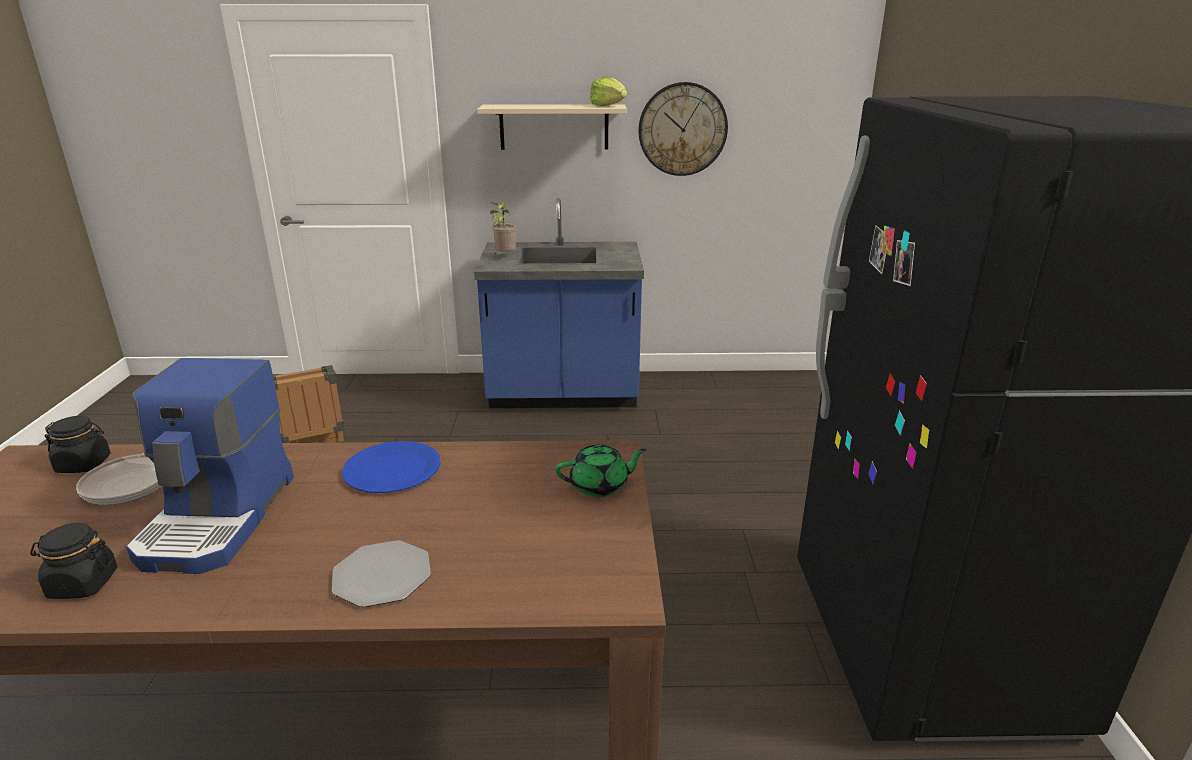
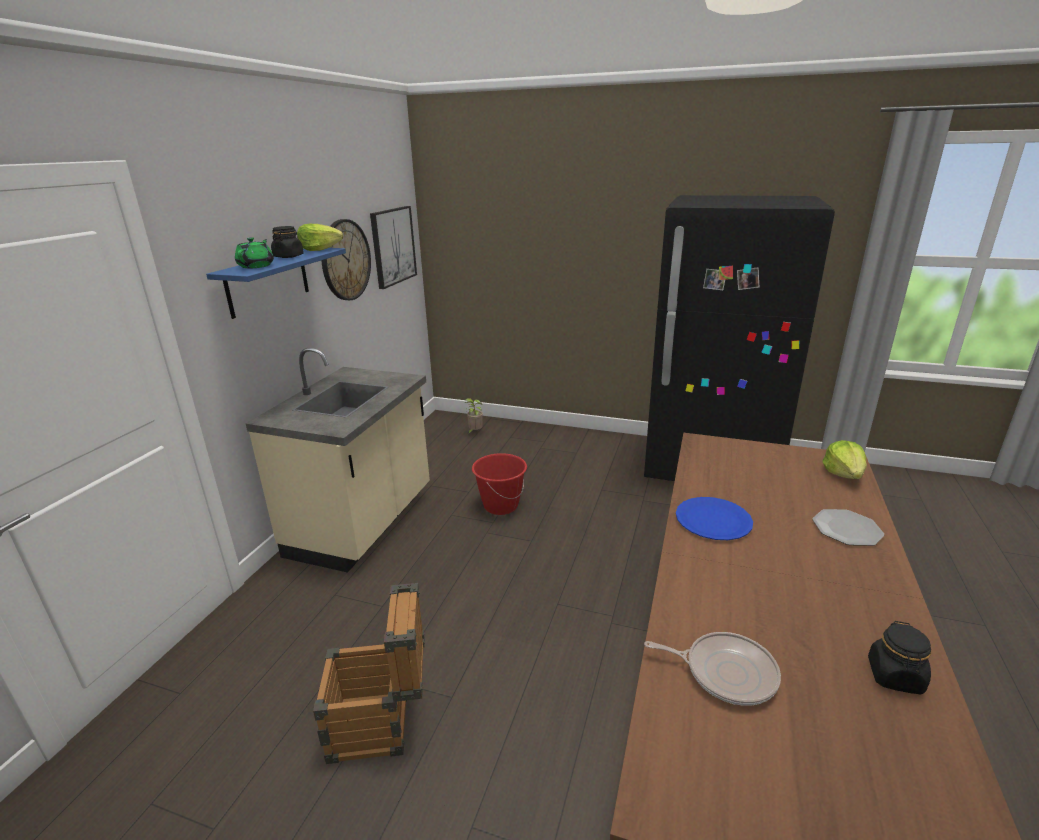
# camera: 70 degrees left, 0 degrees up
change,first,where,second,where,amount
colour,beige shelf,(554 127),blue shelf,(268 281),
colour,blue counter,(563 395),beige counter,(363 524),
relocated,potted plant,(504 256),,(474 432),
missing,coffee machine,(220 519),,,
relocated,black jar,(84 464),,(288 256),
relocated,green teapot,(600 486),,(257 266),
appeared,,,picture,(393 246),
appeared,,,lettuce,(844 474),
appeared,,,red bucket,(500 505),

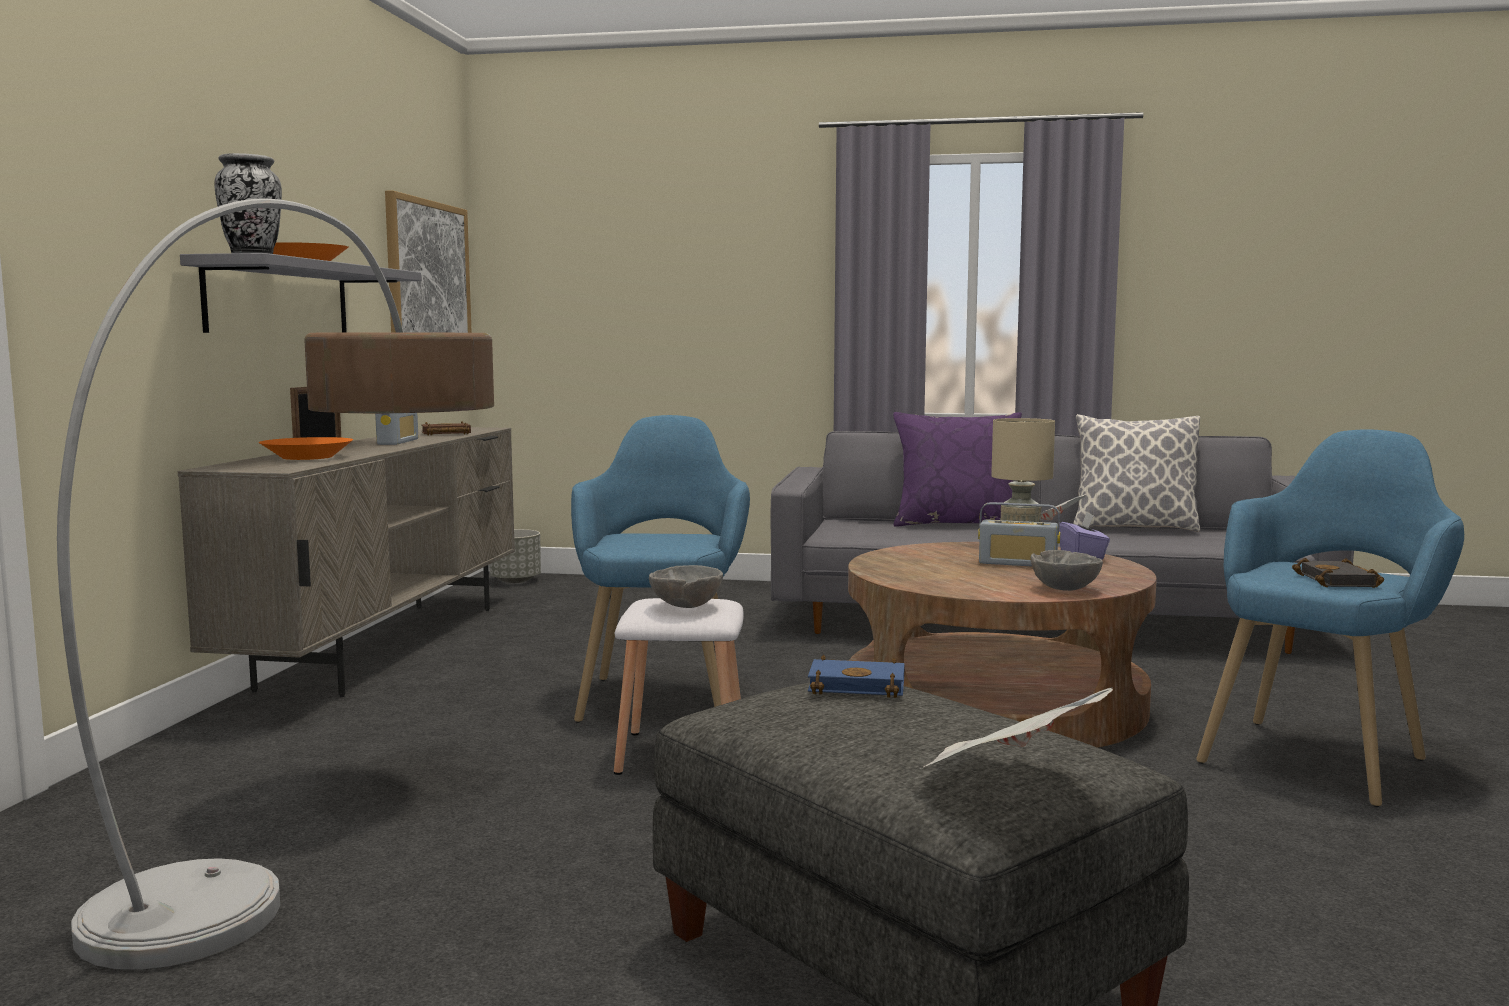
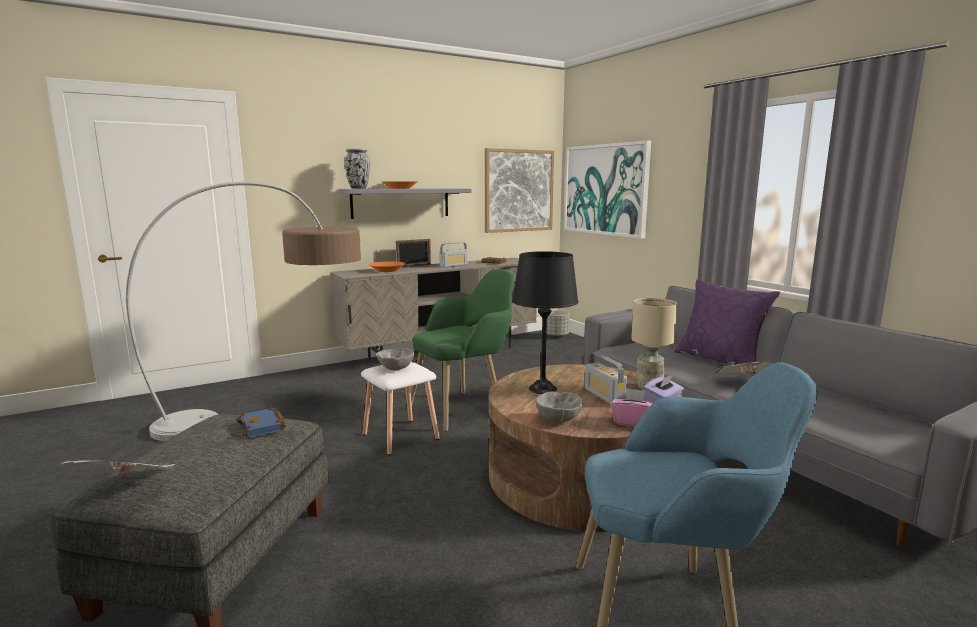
# camera: 50 degrees right, 5 degrees up
change,first,where,second,where,amount
missing,pillow,(1134 528),,,
colour,blue armchair,(662 693),green armchair,(466 407),
missing,black book,(1340 581),,,
appeared,,,picture,(605 189),
appeared,,,black table lamp,(542 388),
appeared,,,pink tissue box,(633 422),

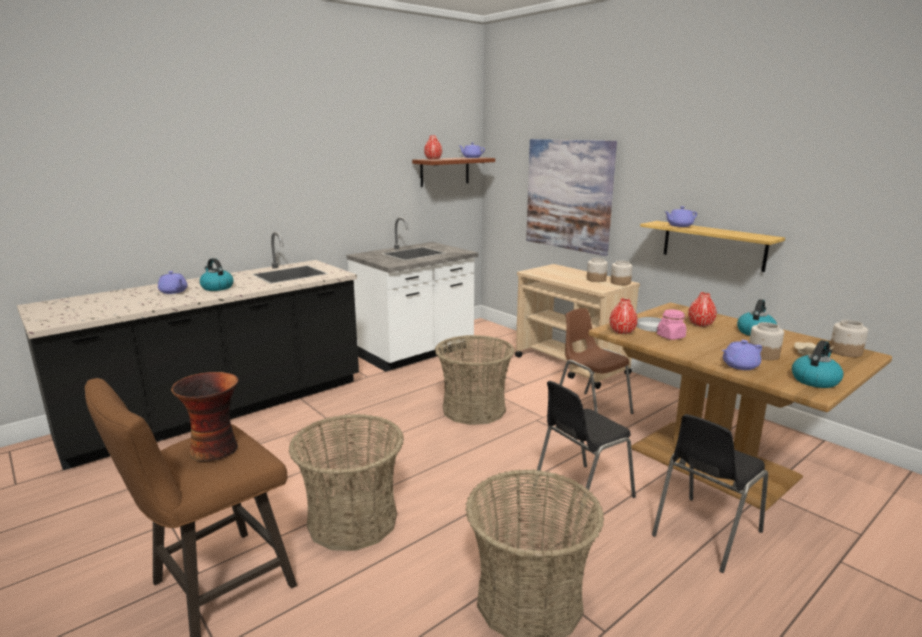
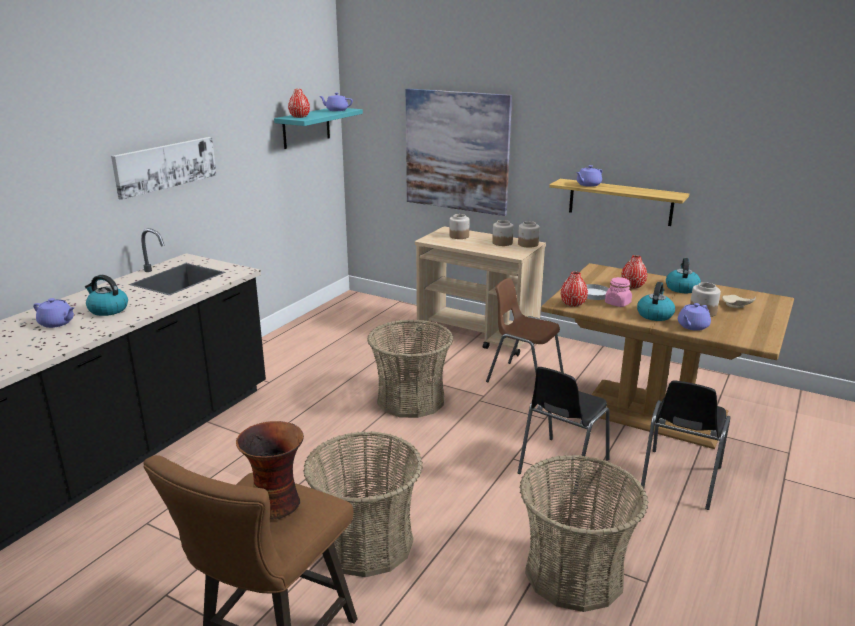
# camera: 20 degrees left, 5 degrees up
change,first,where,second,where,amount
colour,brown shelf,(444 171),turquoise shelf,(306 127),
missing,white counter,(415 352),,,
relocated,jar,(845 352),,(459 236),
relocated,kettle,(815 380),,(654 315),
appeared,,,picture,(165 166),

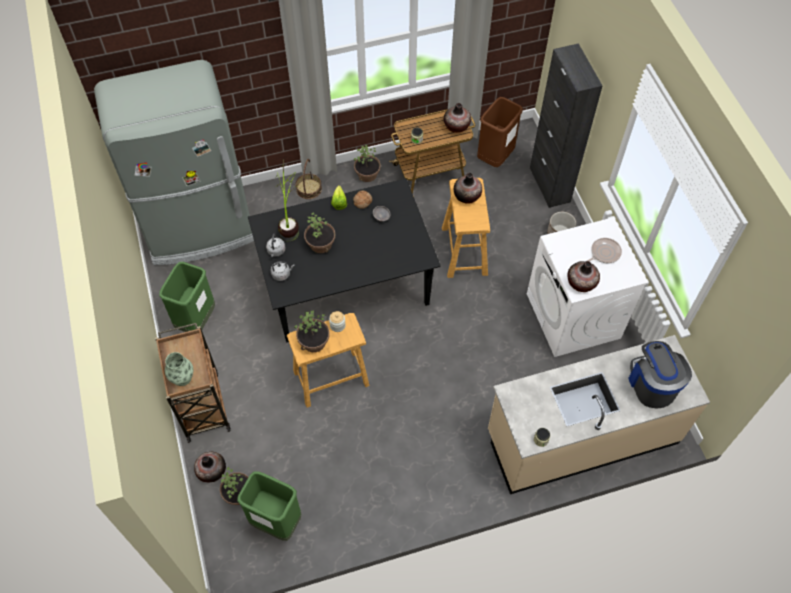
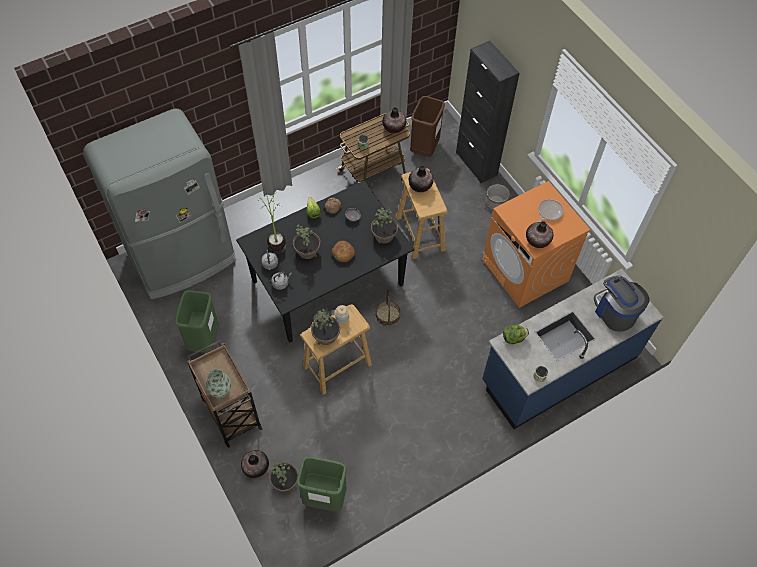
# camera: 15 degrees left, 0 degrees up
change,first,where,second,where,amount
relocated,potted plant,(367 174),,(384 235),
relocated,basket,(308 189),,(387 315),
colour,white washing machine,(573 316),orange washing machine,(525 271),
colour,beige counter,(581 437),blue counter,(558 369),
appeared,,,bread,(343 253),
appeared,,,lettuce,(513 338),

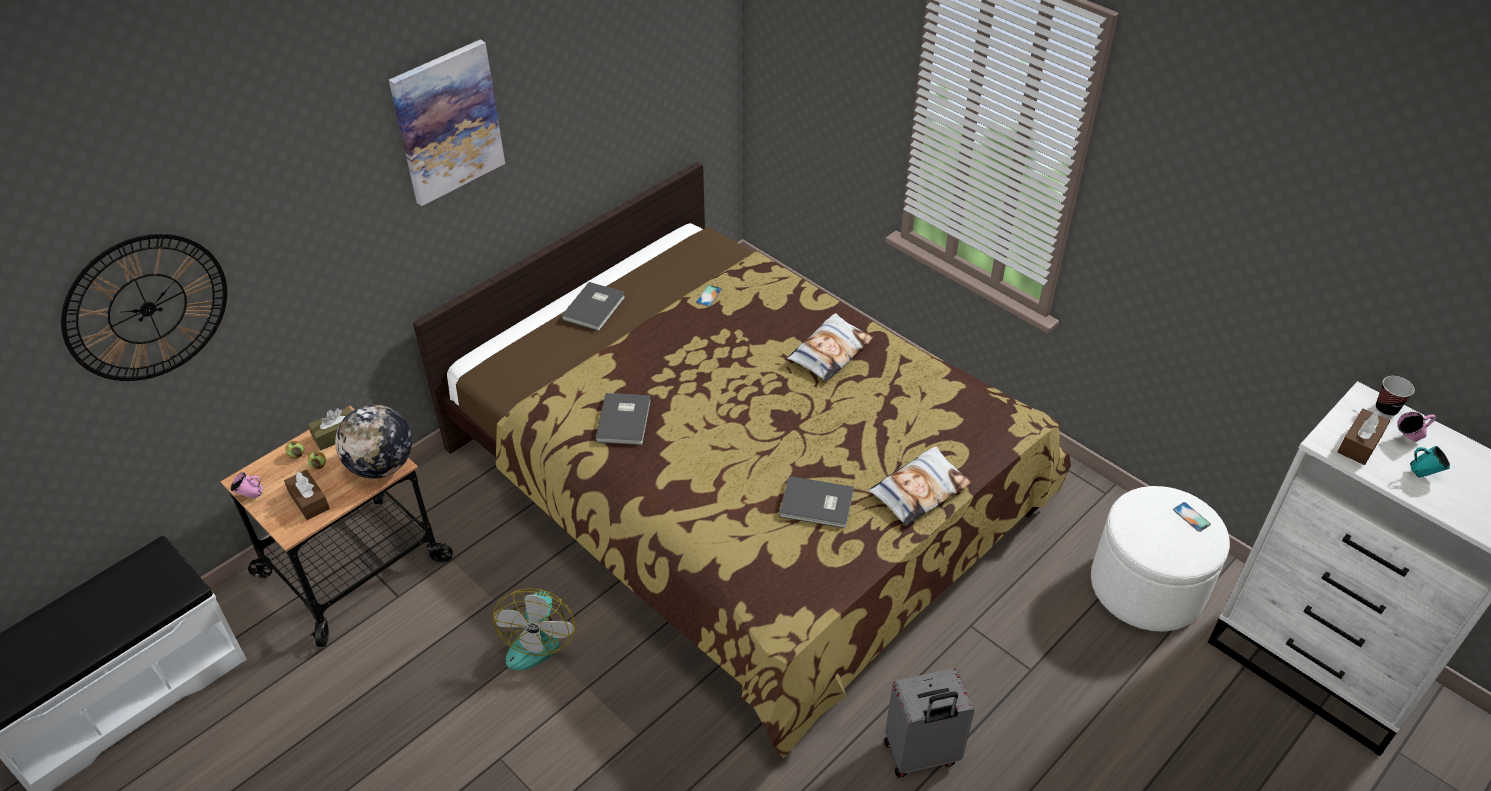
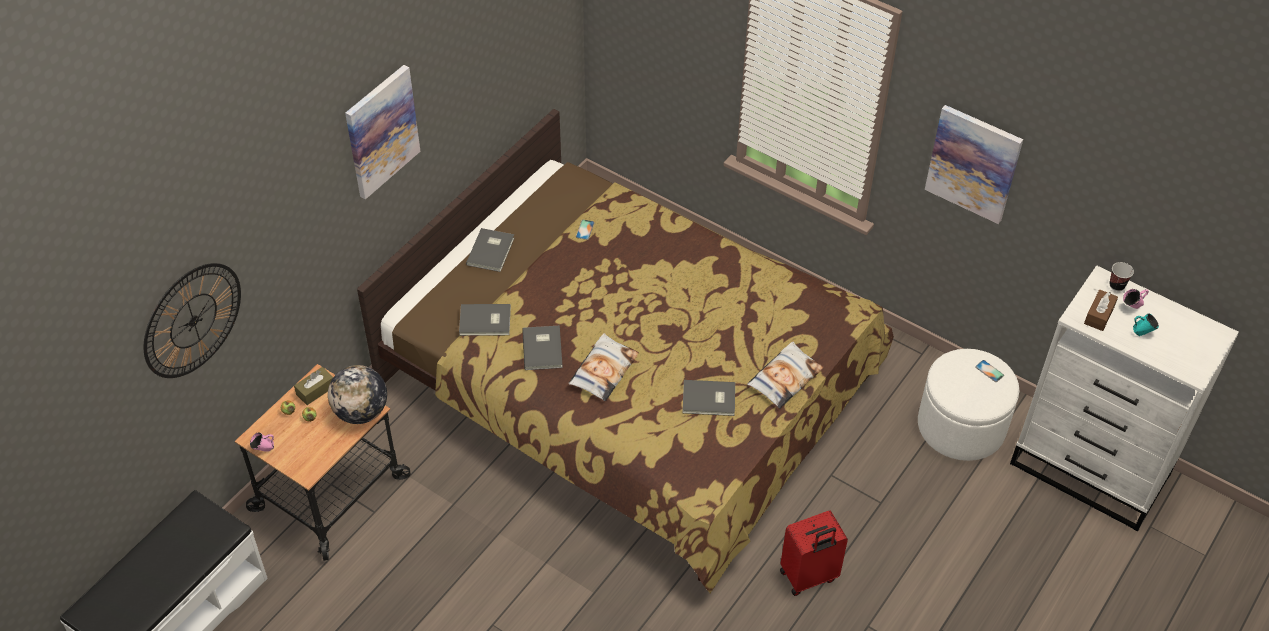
# camera: 10 degrees left, 5 degrees up
change,first,where,second,where,amount
relocated,pillow,(829 352),,(603 371),
missing,brown tissue box,(309 501),,,
missing,fan,(536 637),,,
colour,grey suitcase,(921 755),red suitcase,(809 577),
appeared,,,picture,(973 163),
appeared,,,grey book,(486 322),

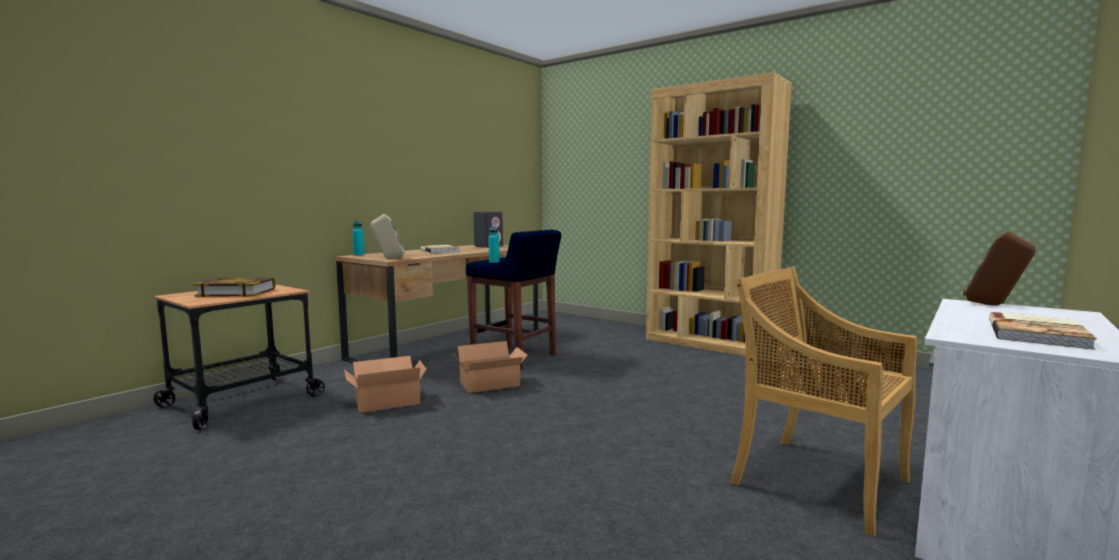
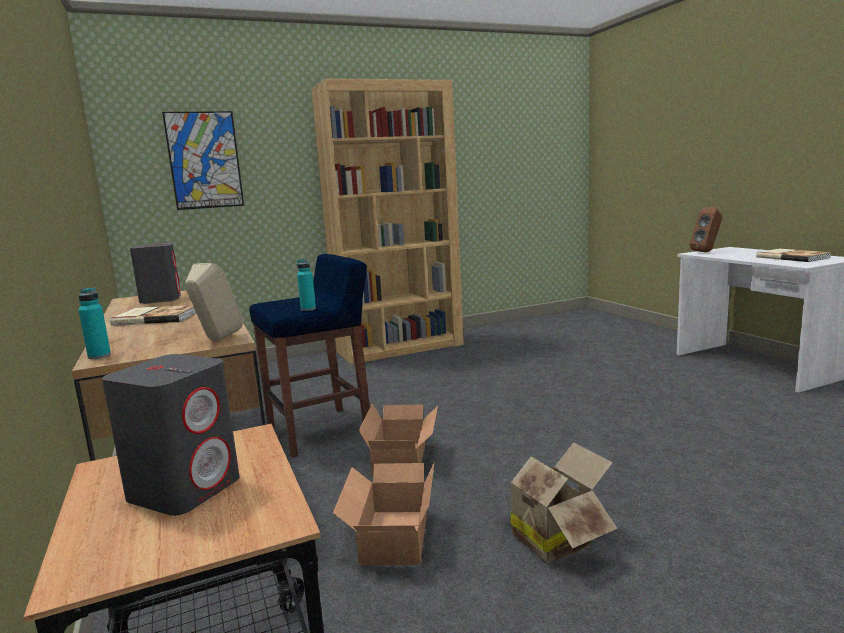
# camera: 60 degrees left, 5 degrees up
change,first,where,second,where,amount
missing,beige chair,(816 480),,,
exchanged,book,(237 292),grey speaker,(185 489),
appeared,,,picture,(204 160),
appeared,,,cardboard box,(554 538),

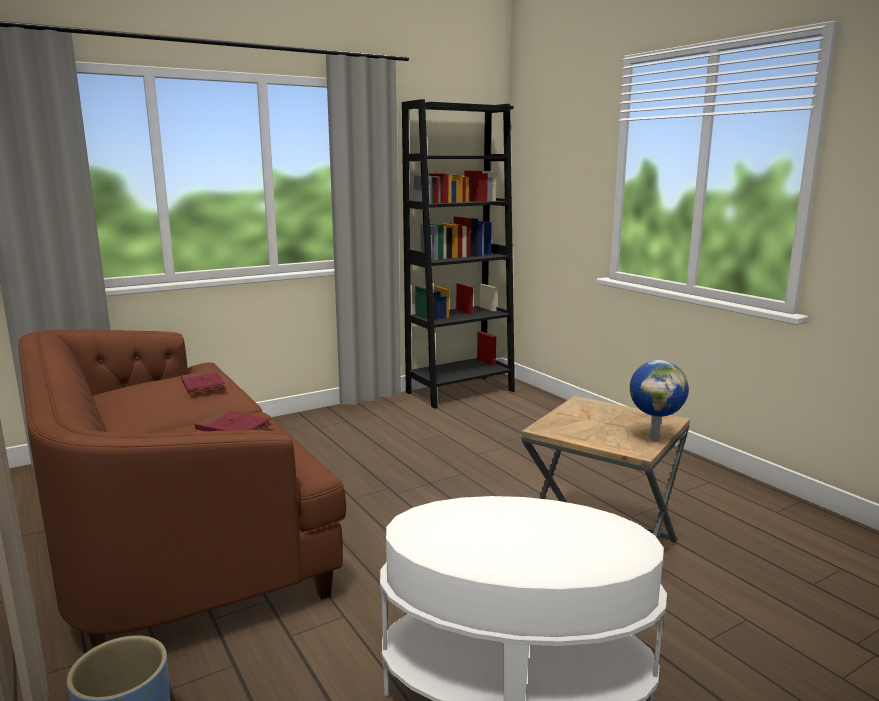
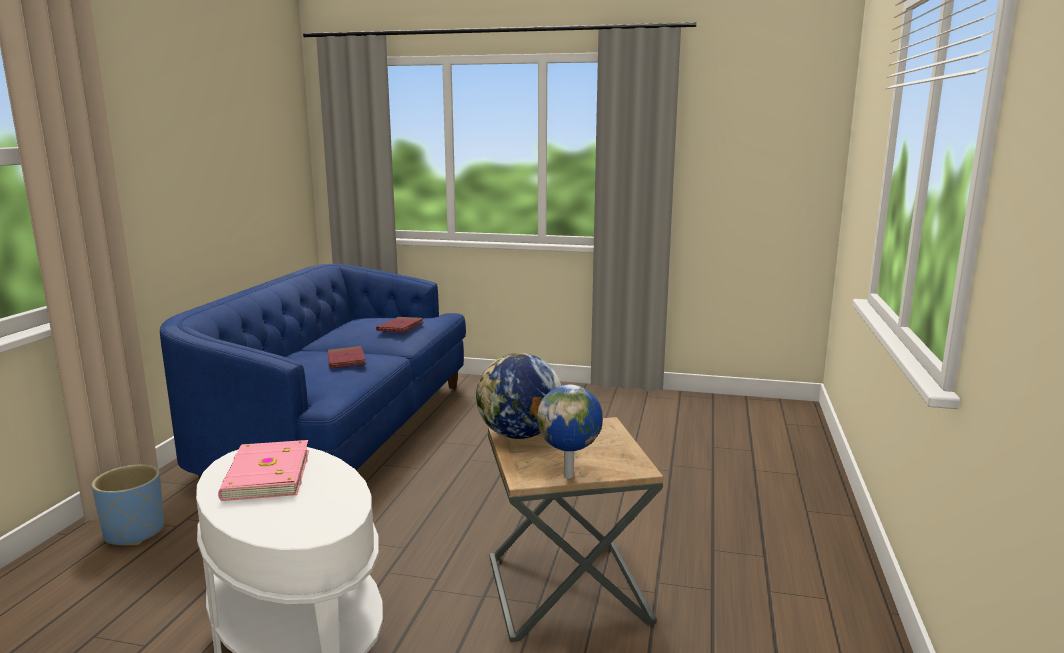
# camera: 45 degrees right, 0 degrees up
change,first,where,second,where,amount
missing,black bookcase,(460 391),,,
colour,brown sofa,(173 528),blue sofa,(340 432),
appeared,,,globe,(519 435),
appeared,,,pink book,(265 475),

